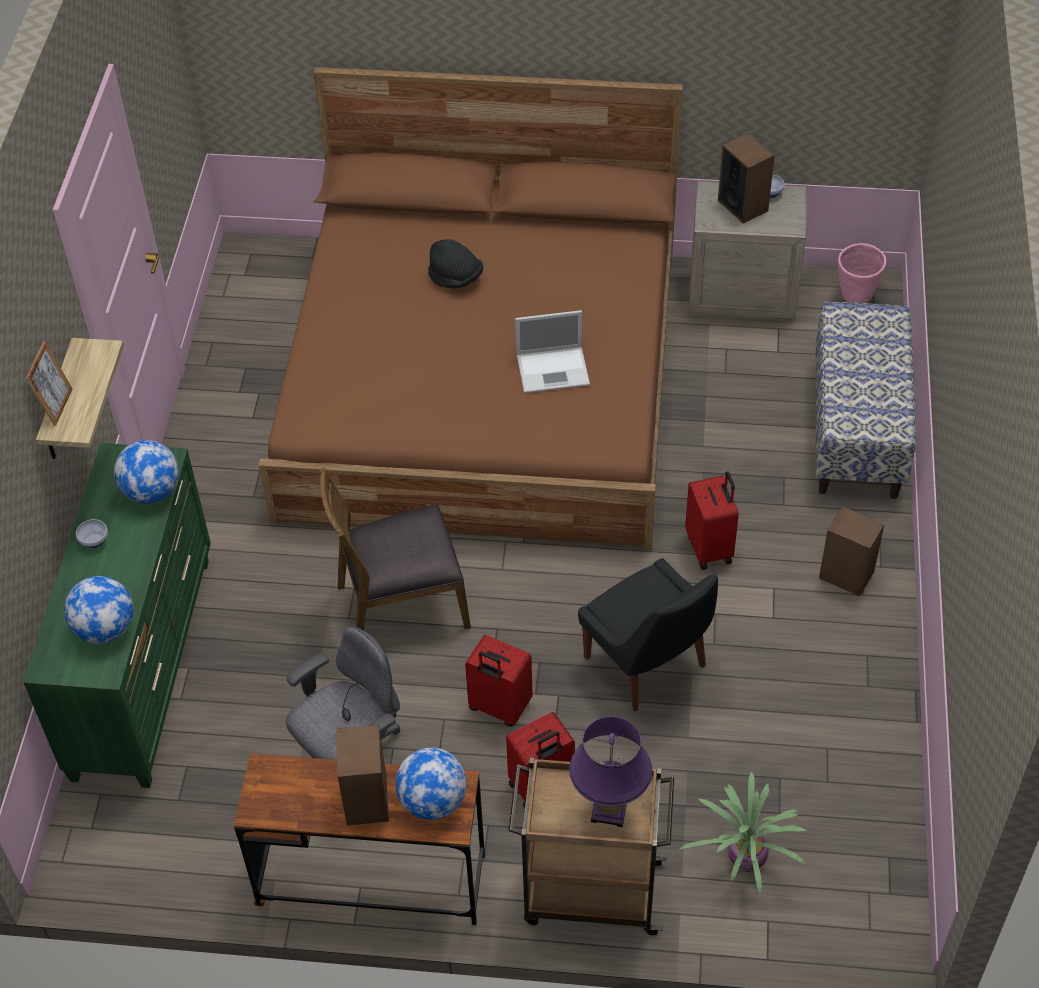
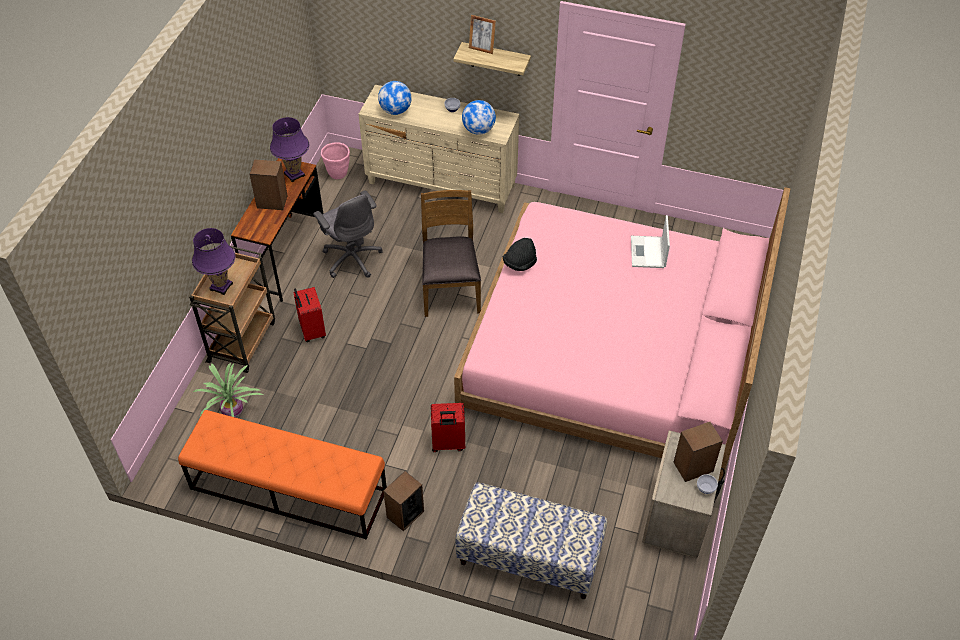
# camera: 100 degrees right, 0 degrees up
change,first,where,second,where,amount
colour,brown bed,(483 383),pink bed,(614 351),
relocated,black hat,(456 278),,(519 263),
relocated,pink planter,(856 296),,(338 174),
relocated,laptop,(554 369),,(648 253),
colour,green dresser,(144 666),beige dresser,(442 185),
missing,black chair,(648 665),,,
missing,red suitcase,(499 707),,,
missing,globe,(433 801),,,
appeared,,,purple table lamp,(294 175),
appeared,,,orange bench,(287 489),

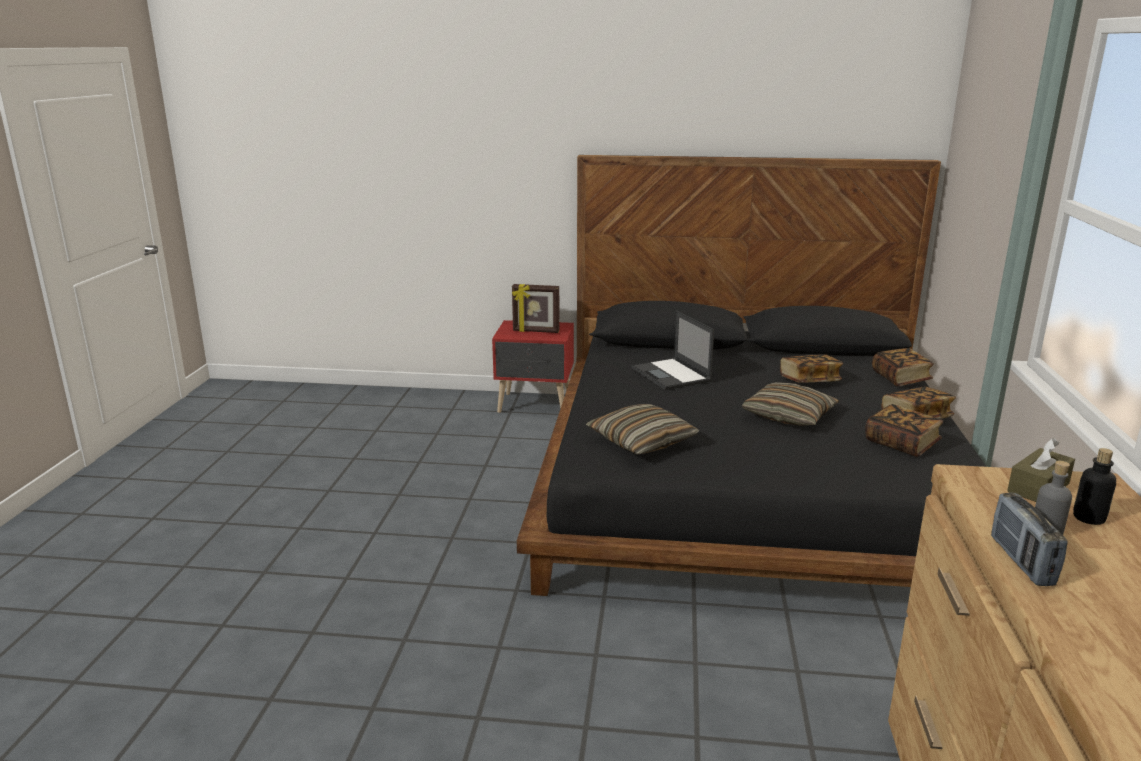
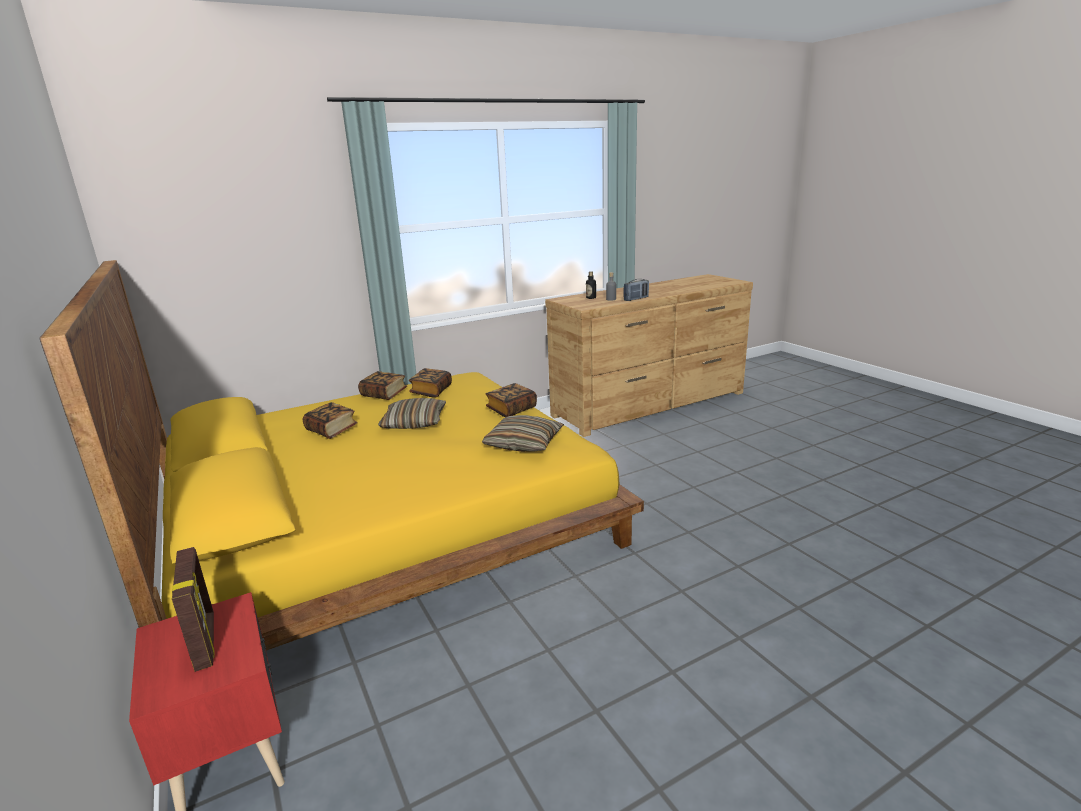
# camera: 125 degrees left, 0 degrees up
change,first,where,second,where,amount
colour,black bed,(748 485),yellow bed,(385 522),
missing,laptop,(671 375),,,
relocated,book,(900 378),,(511 410),
missing,brown tissue box,(1038 487),,,

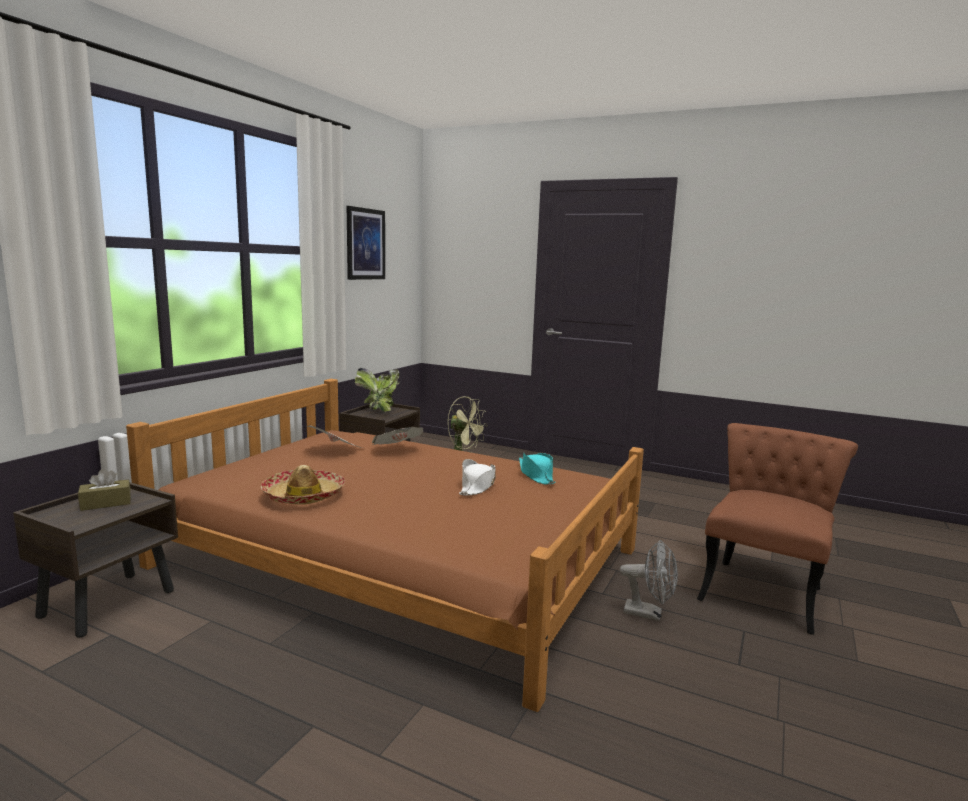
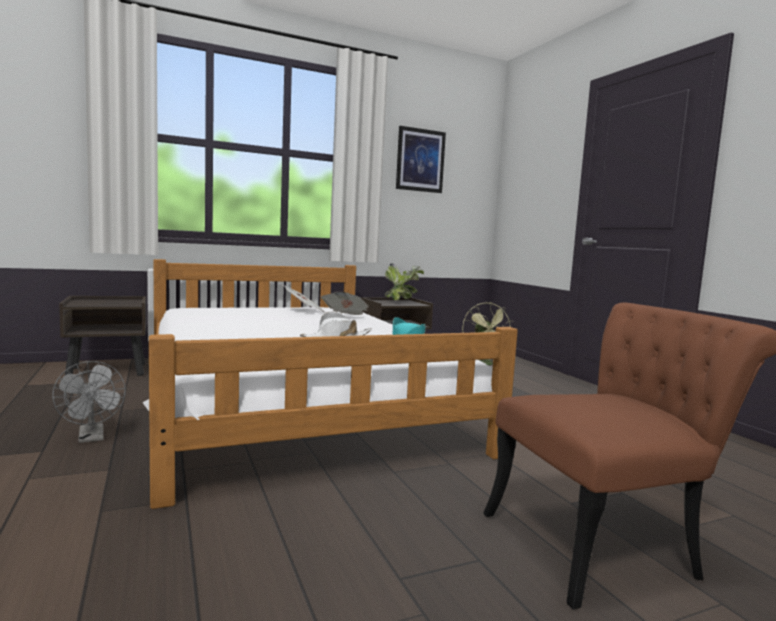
# camera: 40 degrees right, 5 degrees down
change,first,where,second,where,amount
colour,brown bed,(403 558),white bed,(293 400),
missing,hat,(304 495),,,
missing,brown tissue box,(106 503),,,
relocated,grey fan,(649 614),,(92 438),

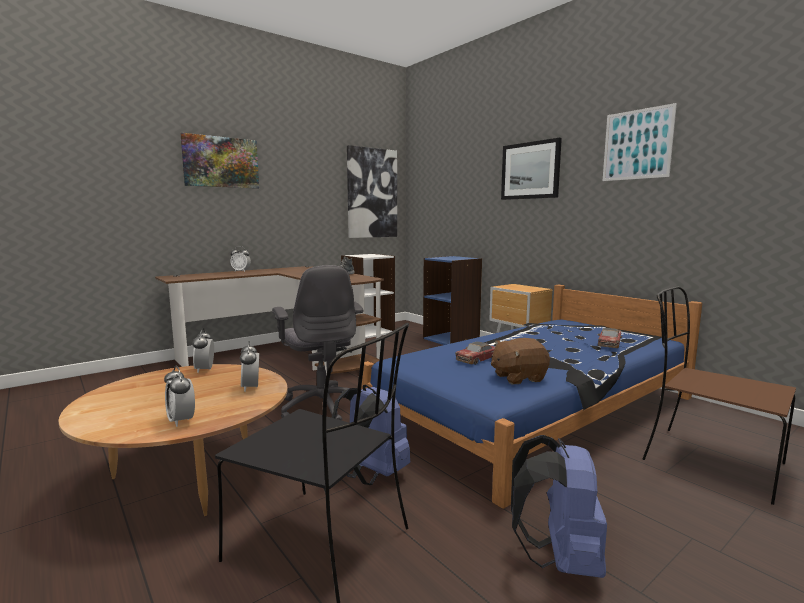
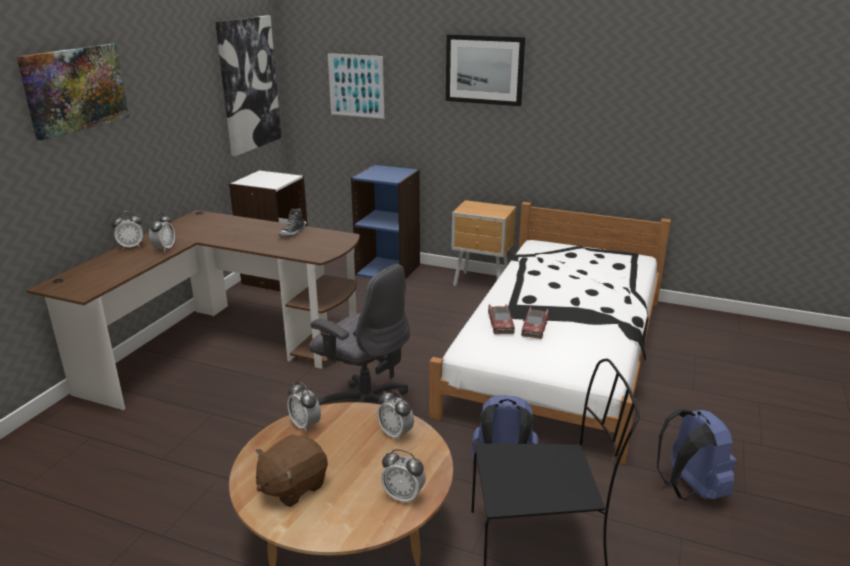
# camera: 30 degrees left, 15 degrees up
change,first,where,second,where,amount
relocated,picture,(637 144),,(356 86),
colour,blue bed,(537 409),white bed,(559 352),
missing,brown chair,(708 461),,,
relocated,toy car,(609 343),,(500 324),
relocated,brown plush toy,(518 377),,(292 486),
appeared,,,alarm clock,(164 249),

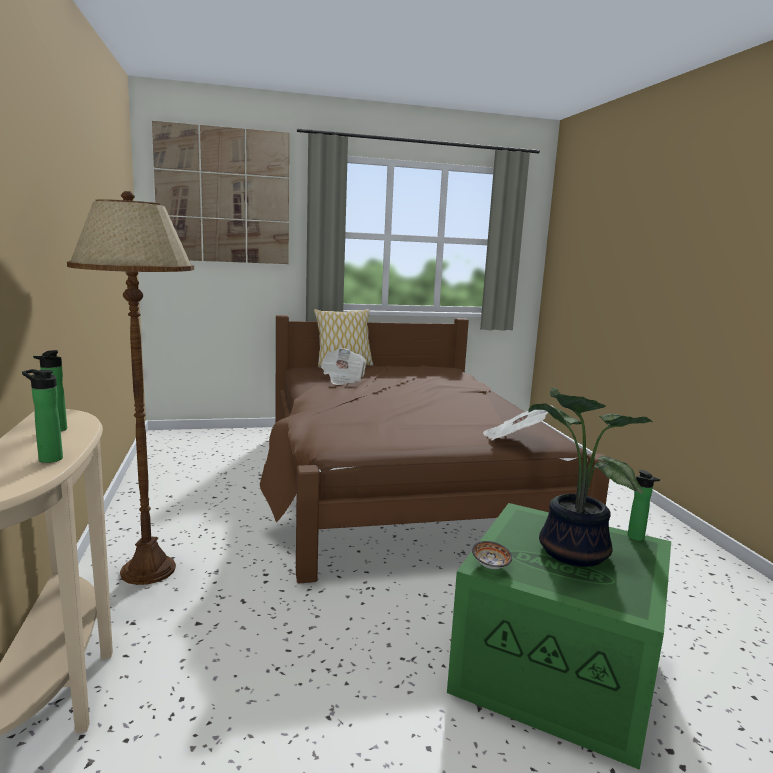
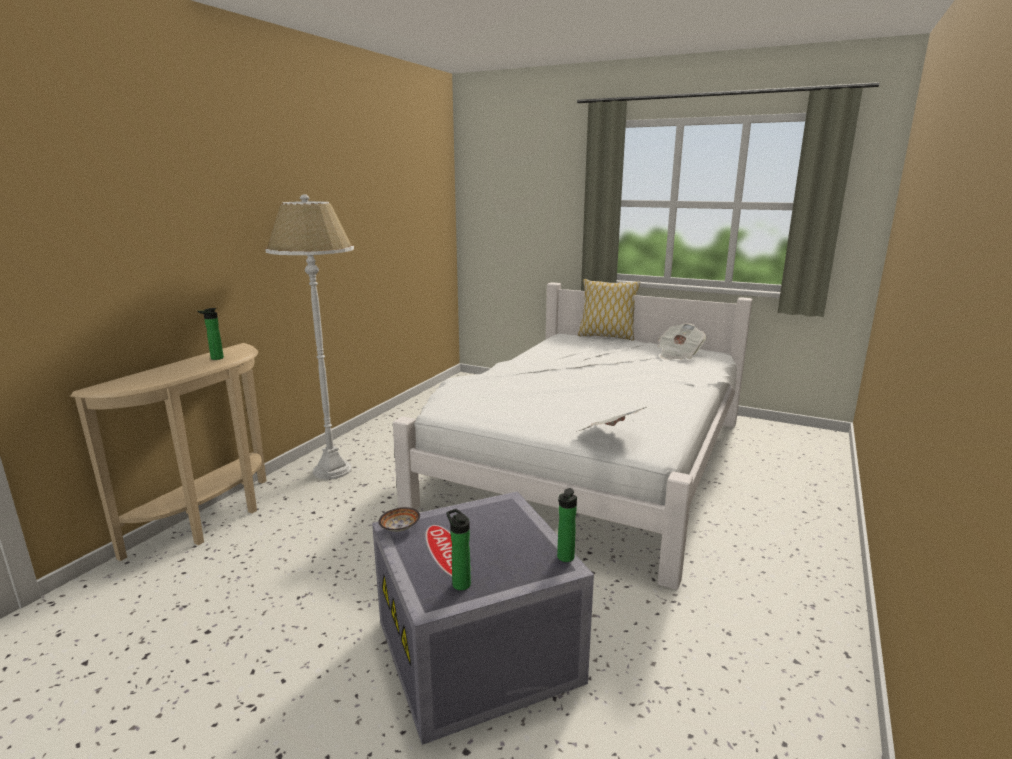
# camera: 40 degrees right, 5 degrees up
change,first,where,second,where,amount
missing,picture,(223 196),,,
colour,brown floor lamp,(149 570),white floor lamp,(332 470),
colour,brown bed,(400 483),white bed,(589 461),
relocated,newspaper,(342 379),,(678 354),
relocated,bottle,(48 458),,(460 583),
missing,potted plant,(568 551),,,
colour,green storage box,(559 669),grey storage box,(480 651),

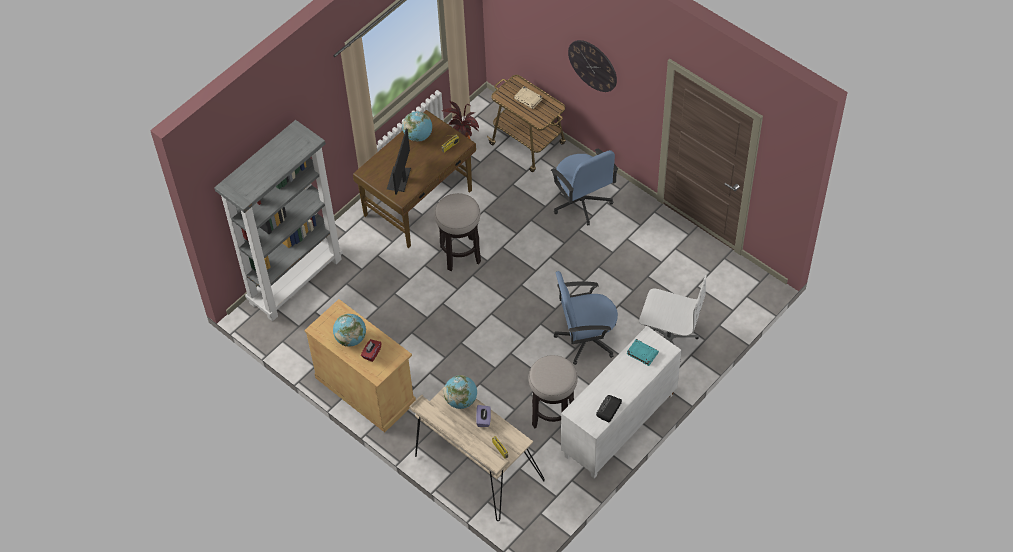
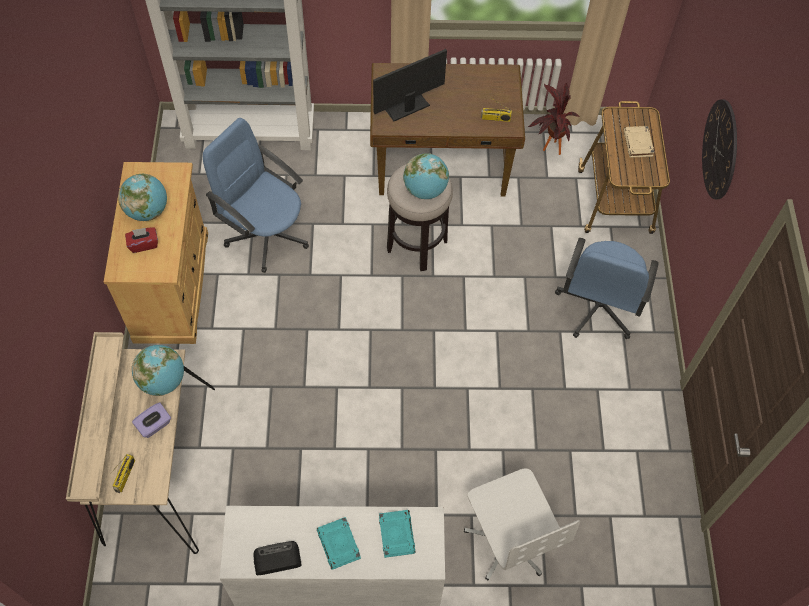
# camera: 45 degrees right, 5 degrees up
change,first,where,second,where,amount
relocated,globe,(418 136),,(425 190),
relocated,blue office chair,(585 338),,(266 234),
missing,stool,(553 415),,,
appeared,,,turquoise book,(339 544),

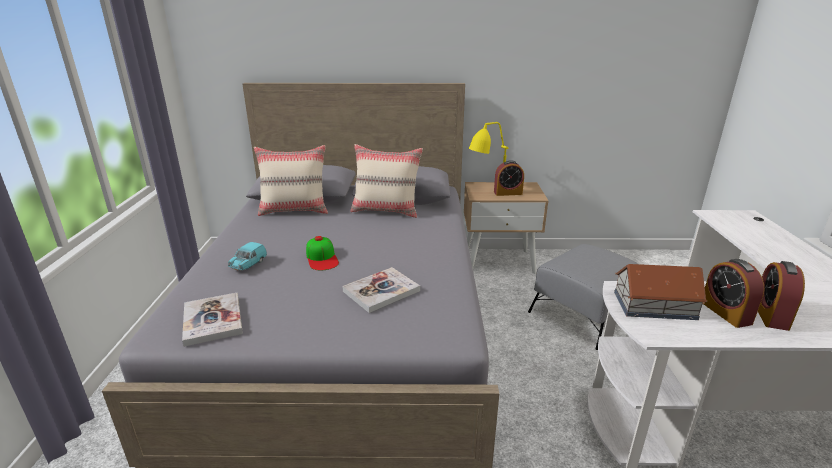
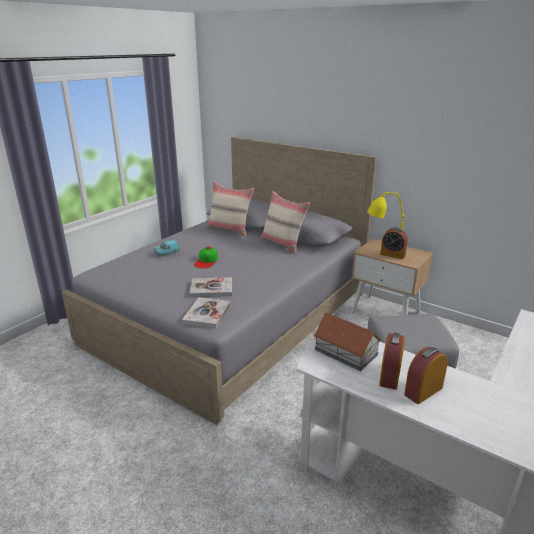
# camera: 35 degrees right, 0 degrees up
change,first,where,second,where,amount
relocated,book,(213 320),,(207 314),

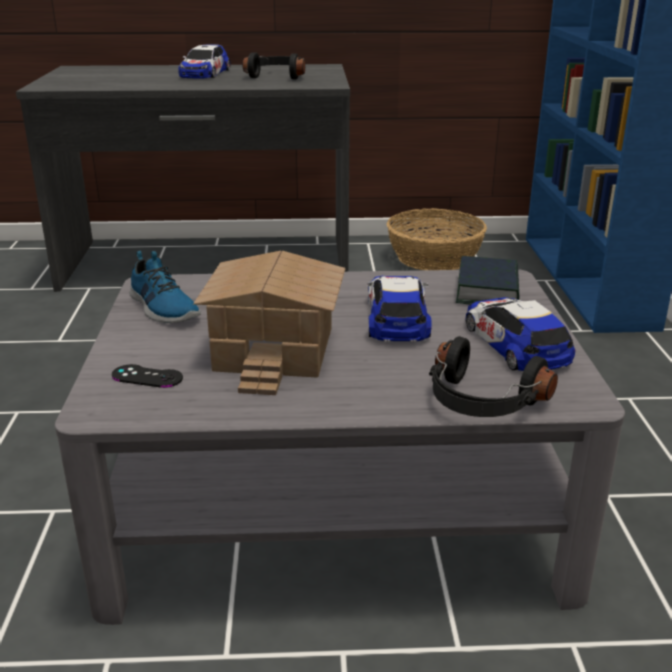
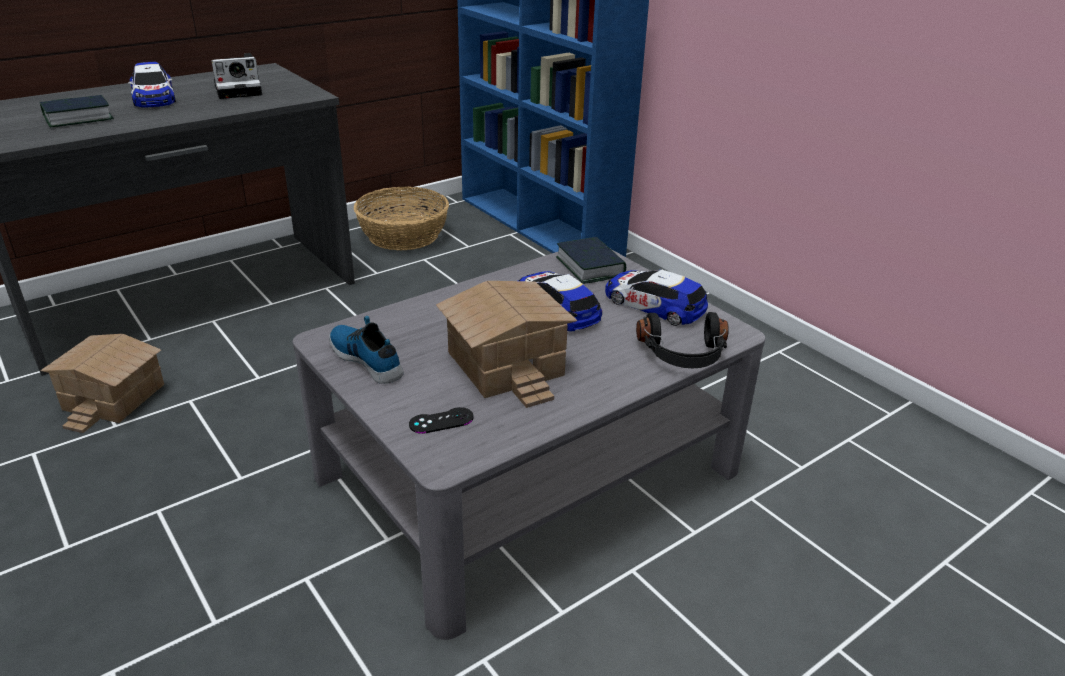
# camera: 35 degrees left, 5 degrees up
change,first,where,second,where,amount
exchanged,black headphones,(278 76),photo camera,(240 90),
spun,shoe,(162 308),,(367 358),150 degrees counterclockwise
appeared,,,book,(78 118),
appeared,,,toy house,(116 397),

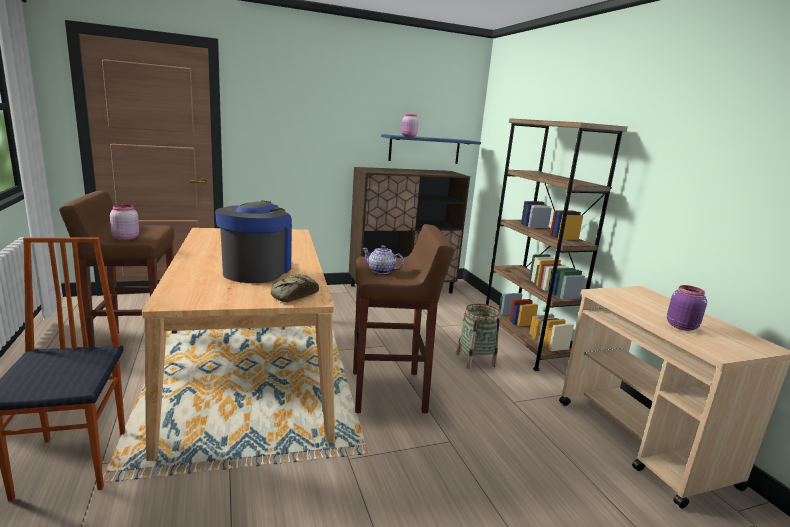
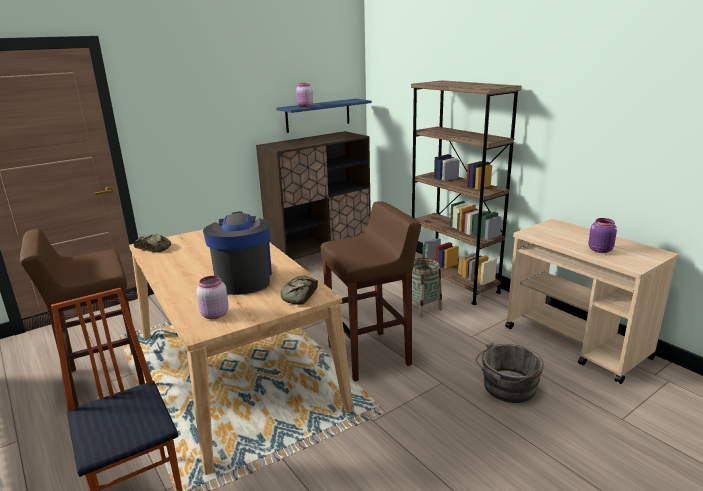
# camera: 15 degrees left, 5 degrees up
change,first,where,second,where,amount
relocated,pink jar,(126 238),,(214 314),
missing,teapot,(381 271),,,
appeared,,,bread,(154 247),
appeared,,,grey bucket,(507 388),

